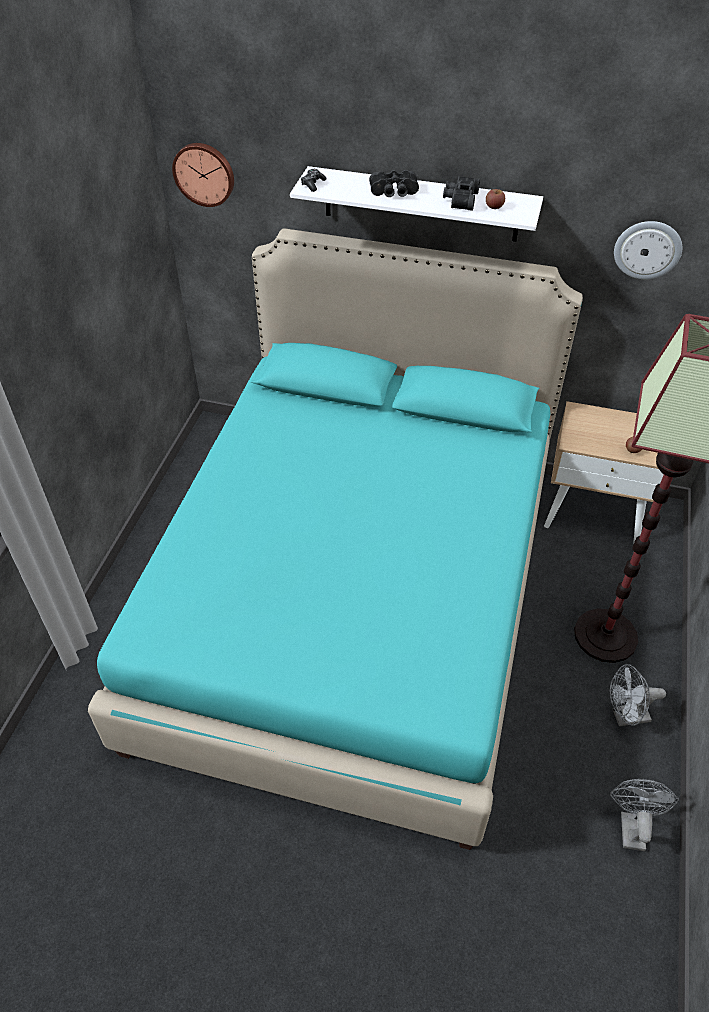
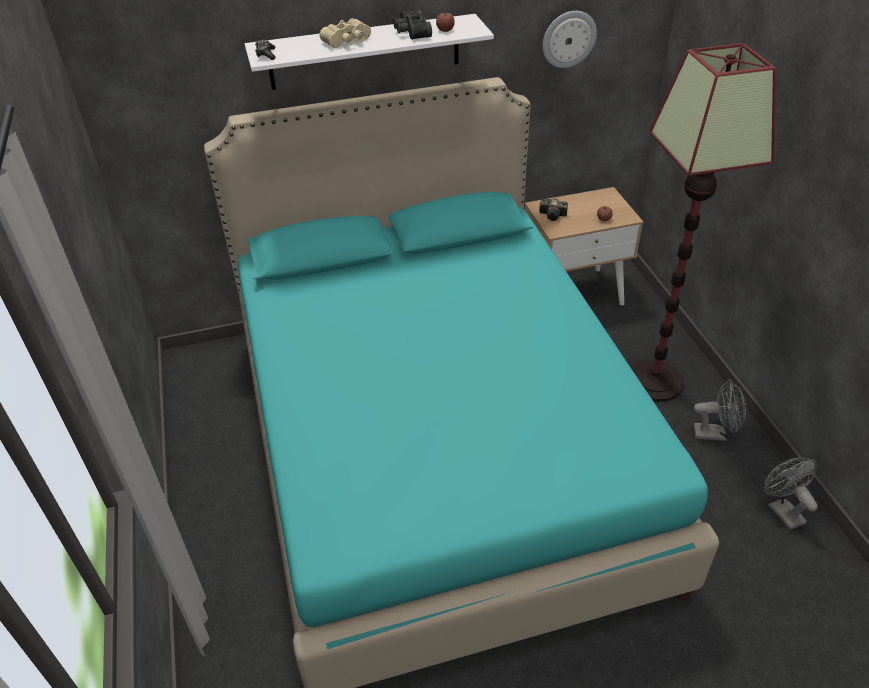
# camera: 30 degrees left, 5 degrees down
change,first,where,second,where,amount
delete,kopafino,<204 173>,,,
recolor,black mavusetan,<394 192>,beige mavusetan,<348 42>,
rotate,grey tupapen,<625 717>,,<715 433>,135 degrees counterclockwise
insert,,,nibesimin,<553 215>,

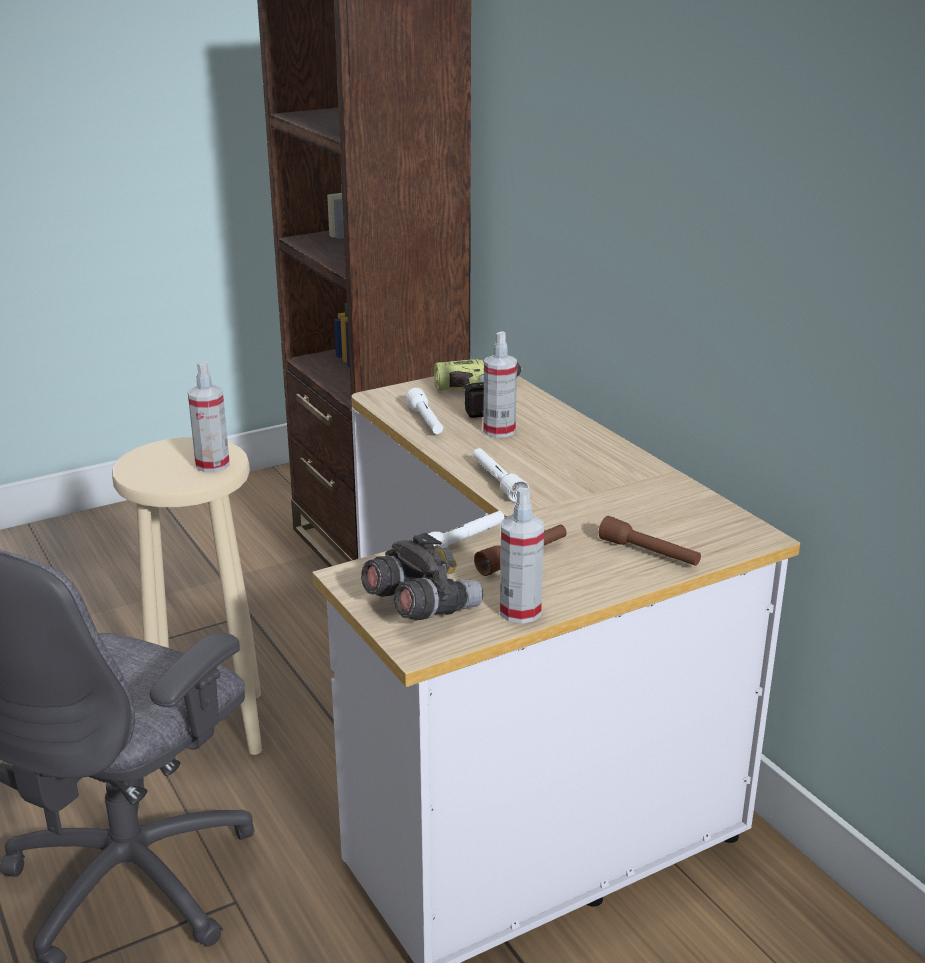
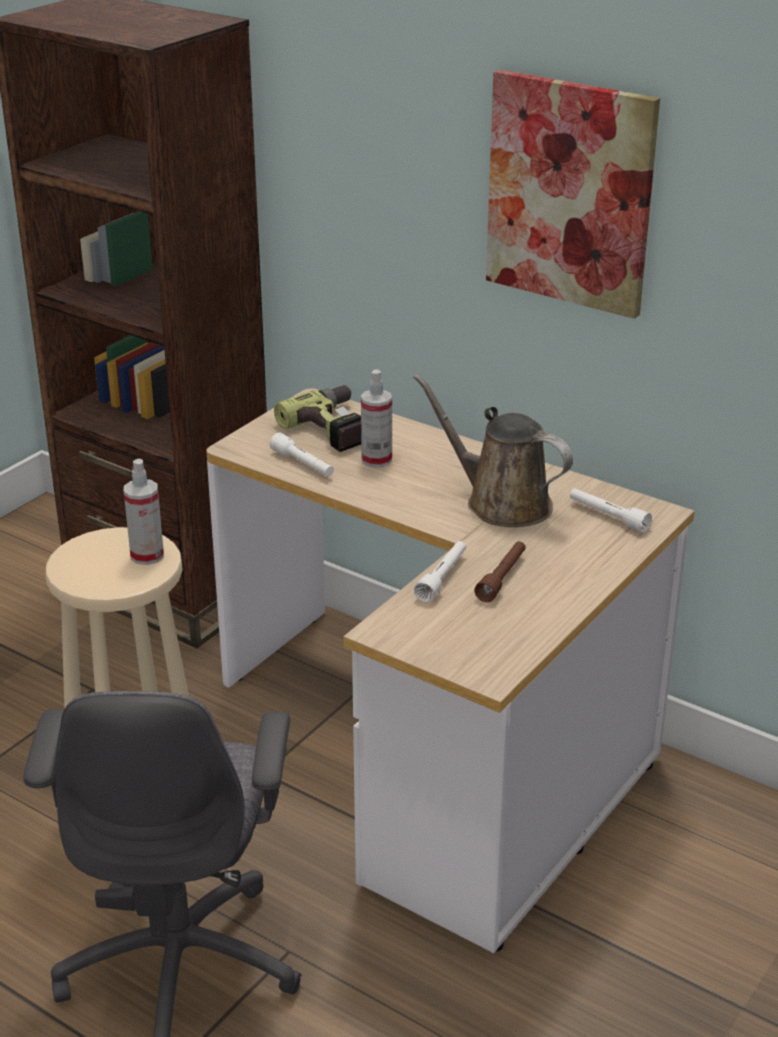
# camera: 25 degrees left, 5 degrees up
change,first,where,second,where,amount
move,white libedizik,<497 482>,,<608 516>,
delete,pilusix,<520 611>,,,
delete,brown libedizik,<649 553>,,,
delete,grey mavusetan,<421 607>,,,
insert,,,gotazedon,<570 193>,
insert,,,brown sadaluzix,<501 502>,

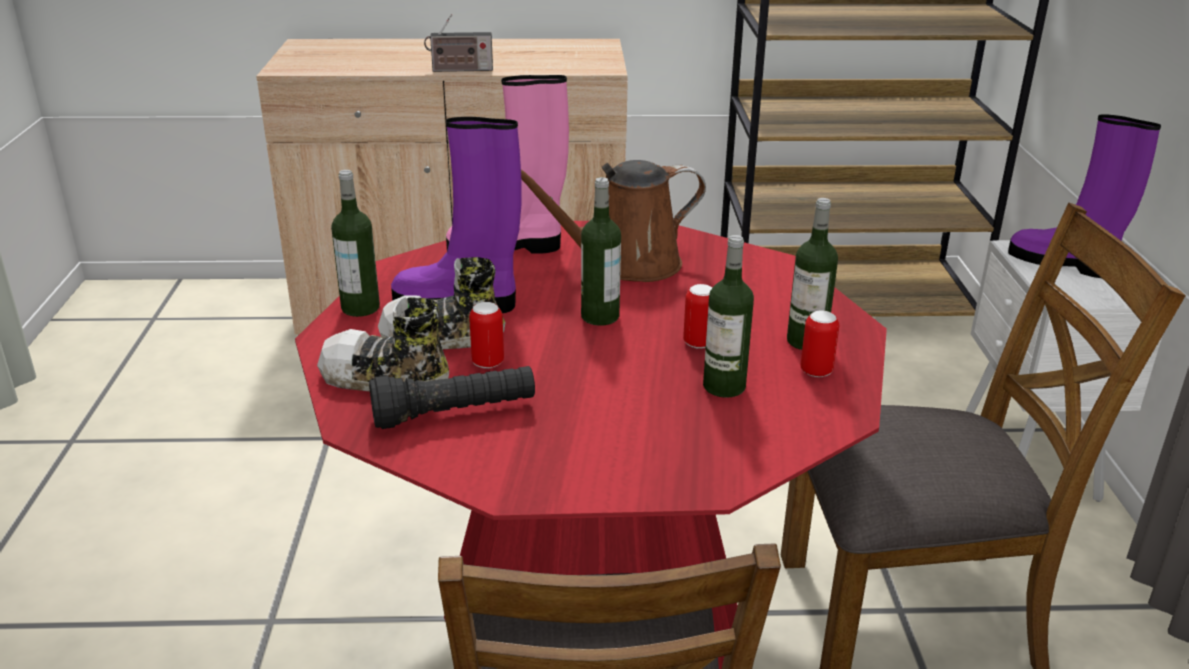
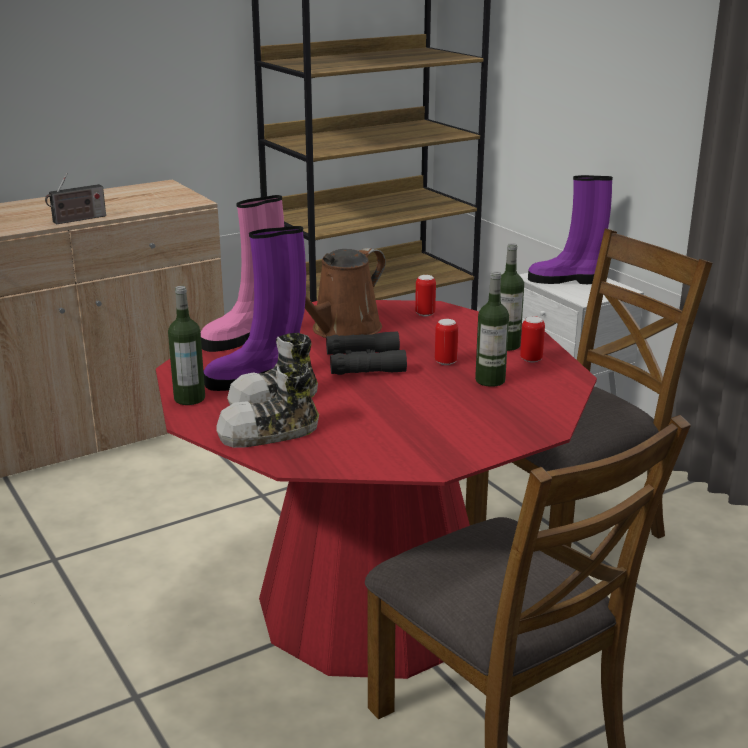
# camera: 30 degrees left, 5 degrees down
change,first,where,second,where,amount
replace,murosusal,<600 316>,black mavusetan,<365 363>,
move,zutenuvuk,<488 362>,,<425 314>,
delete,black libedizik,<454 414>,,,

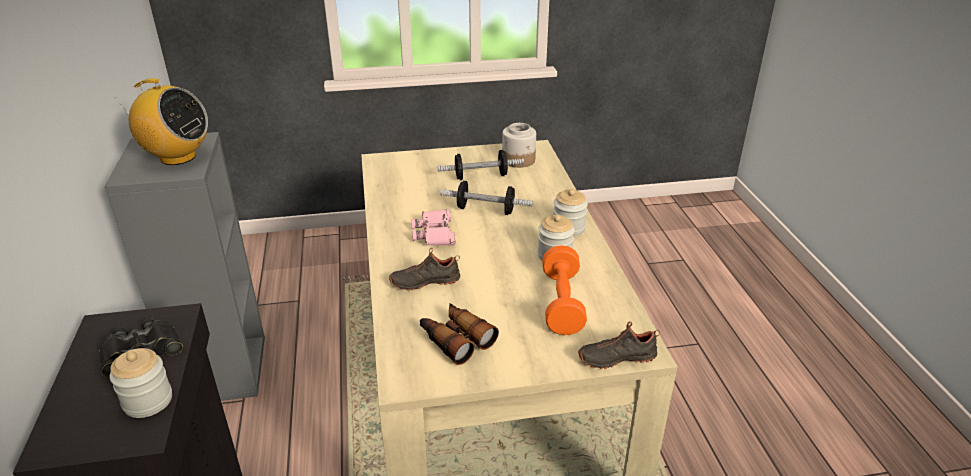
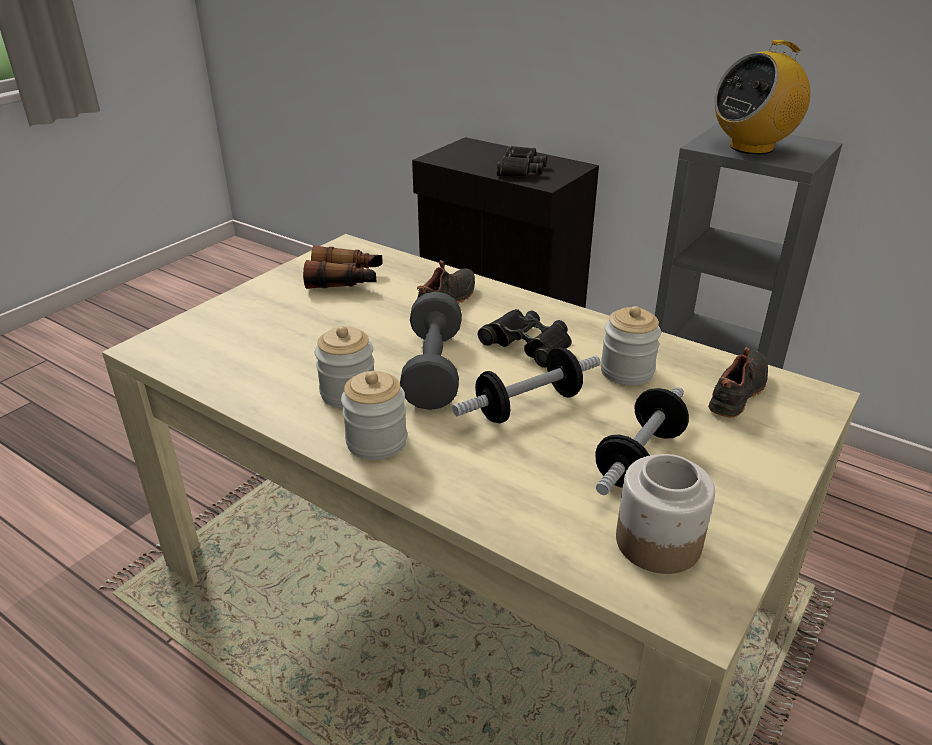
# camera: 135 degrees right, 0 degrees up
change,first,where,second,where,amount
recolor,pink mavusetan,<434 233>,black mavusetan,<527 344>,
delete,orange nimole,<562 303>,,,
move,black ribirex,<616 357>,,<739 393>,
move,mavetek,<148 401>,,<626 371>,
insert,,,grey nimole,<433 370>,

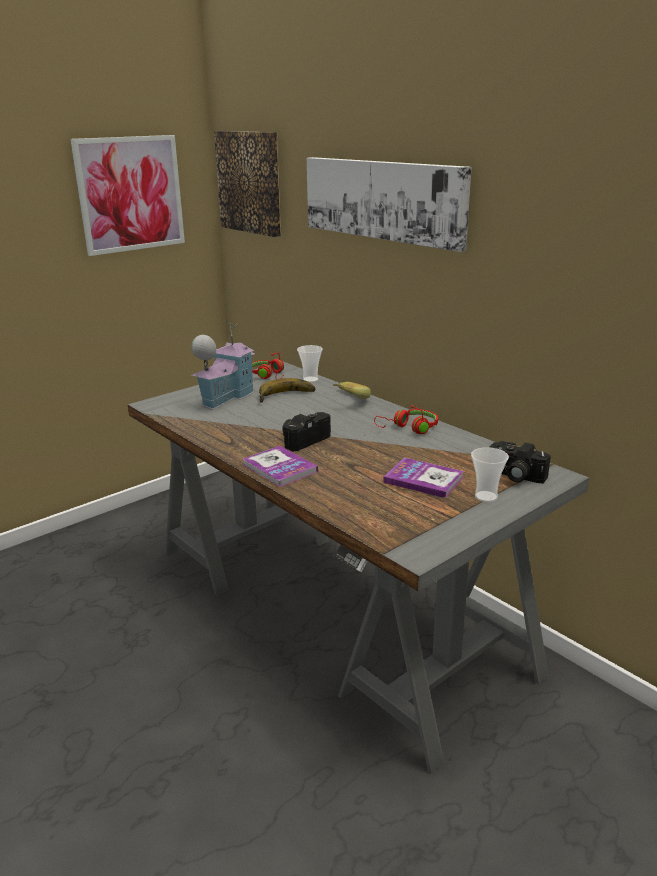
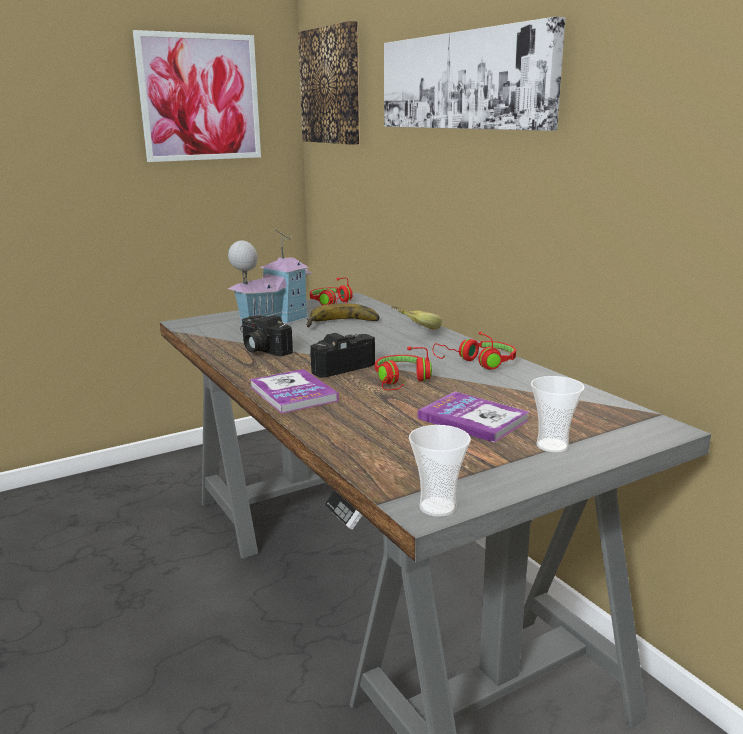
# camera: 10 degrees right, 5 degrees down
change,first,where,second,where,amount
move,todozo,<310 379>,,<437 507>,
move,nibesimin,<514 476>,,<261 350>,
insert,,,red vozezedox,<401 381>,

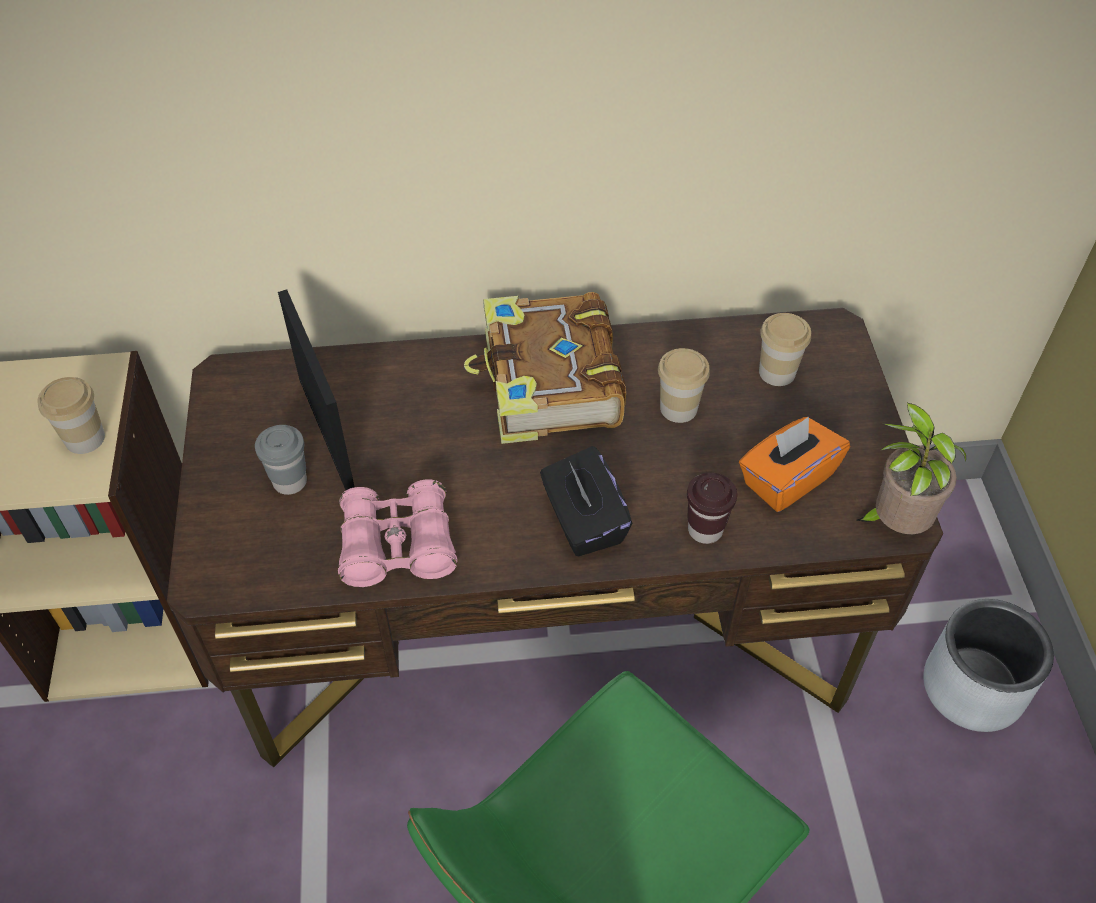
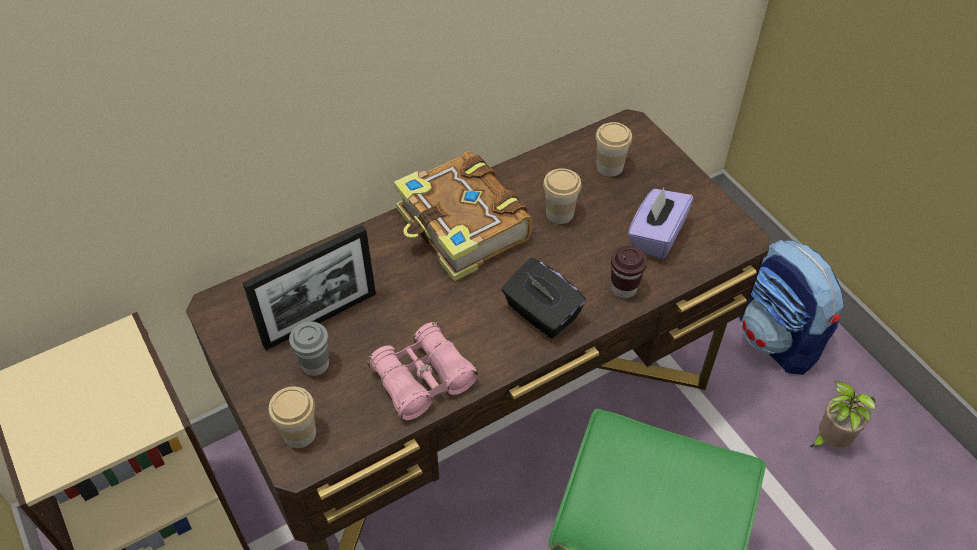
# camera: 25 degrees left, 0 degrees up
change,first,where,second,where,amount
rotate,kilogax,<326 432>,,<320 319>,105 degrees clockwise
move,todozo,<85 438>,,<299 433>,
move,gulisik,<894 524>,,<829 440>,
recolor,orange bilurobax,<787 479>,purple bilurobax,<656 236>,
replace,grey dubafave,<973 688>,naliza,<778 339>,

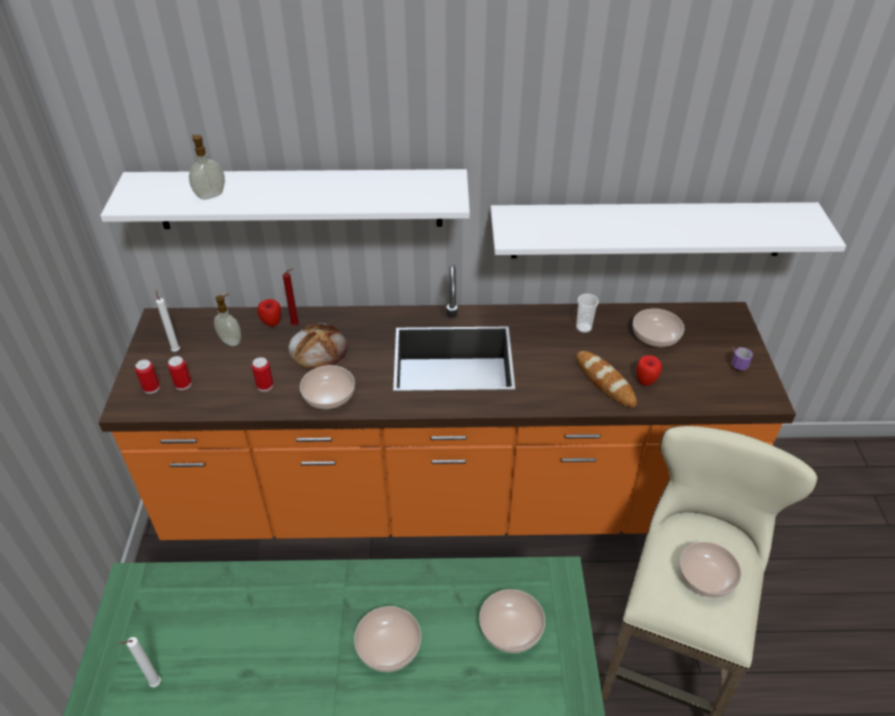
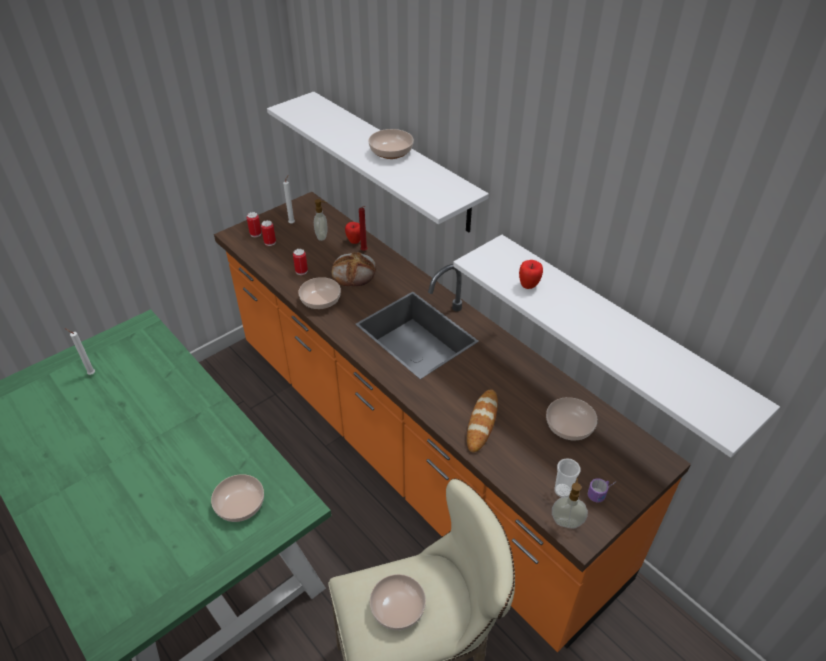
# camera: 50 degrees right, 0 degrees up
change,first,where,second,where,amount
move,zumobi,<210 195>,,<566 521>,
move,todozo,<583 327>,,<562 490>,
move,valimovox,<645 381>,,<528 286>,
move,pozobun,<389 647>,,<390 153>,

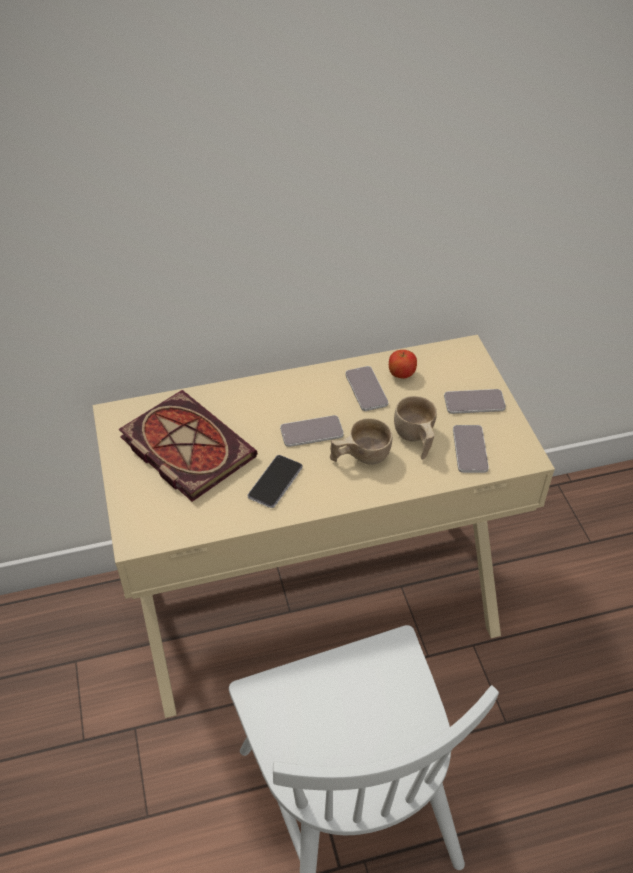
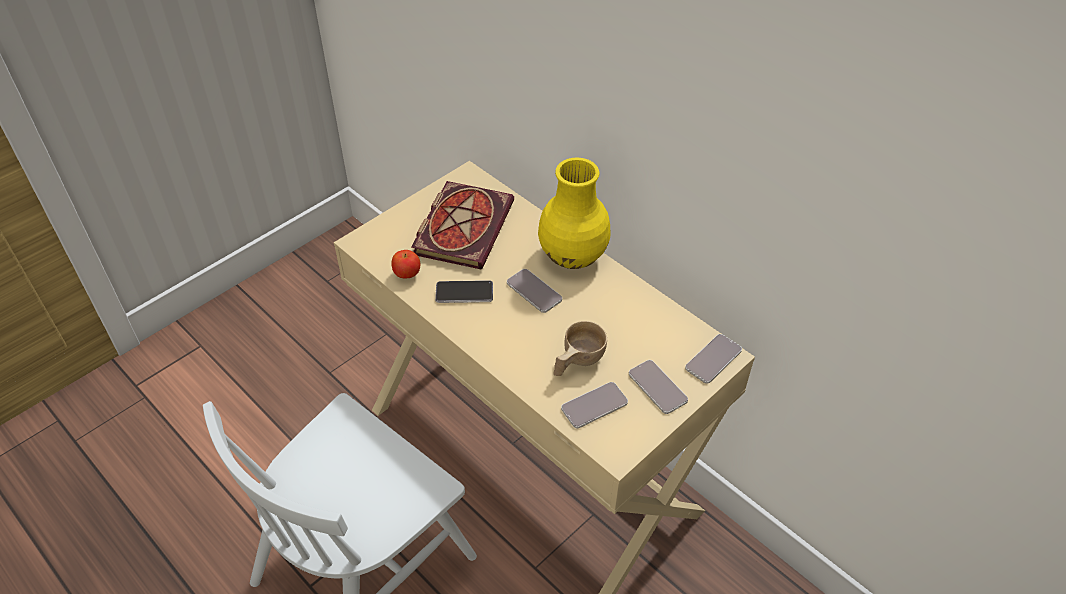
# camera: 60 degrees right, 0 degrees up
change,first,where,second,where,amount
move,valimovox,<401 374>,,<407 274>,
move,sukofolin,<366 389>,,<713 359>,
delete,beige todozo,<360 457>,,,
insert,,,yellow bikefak,<571 256>,

